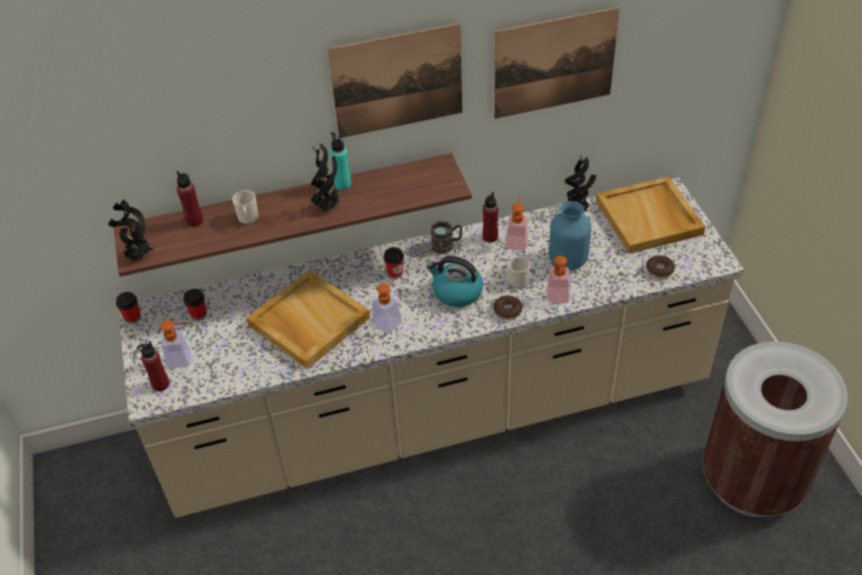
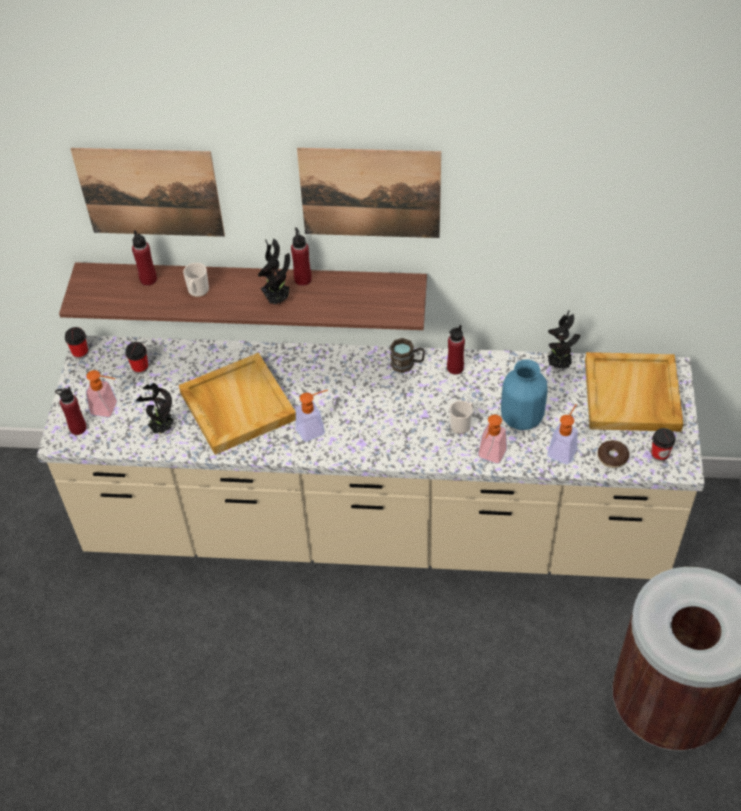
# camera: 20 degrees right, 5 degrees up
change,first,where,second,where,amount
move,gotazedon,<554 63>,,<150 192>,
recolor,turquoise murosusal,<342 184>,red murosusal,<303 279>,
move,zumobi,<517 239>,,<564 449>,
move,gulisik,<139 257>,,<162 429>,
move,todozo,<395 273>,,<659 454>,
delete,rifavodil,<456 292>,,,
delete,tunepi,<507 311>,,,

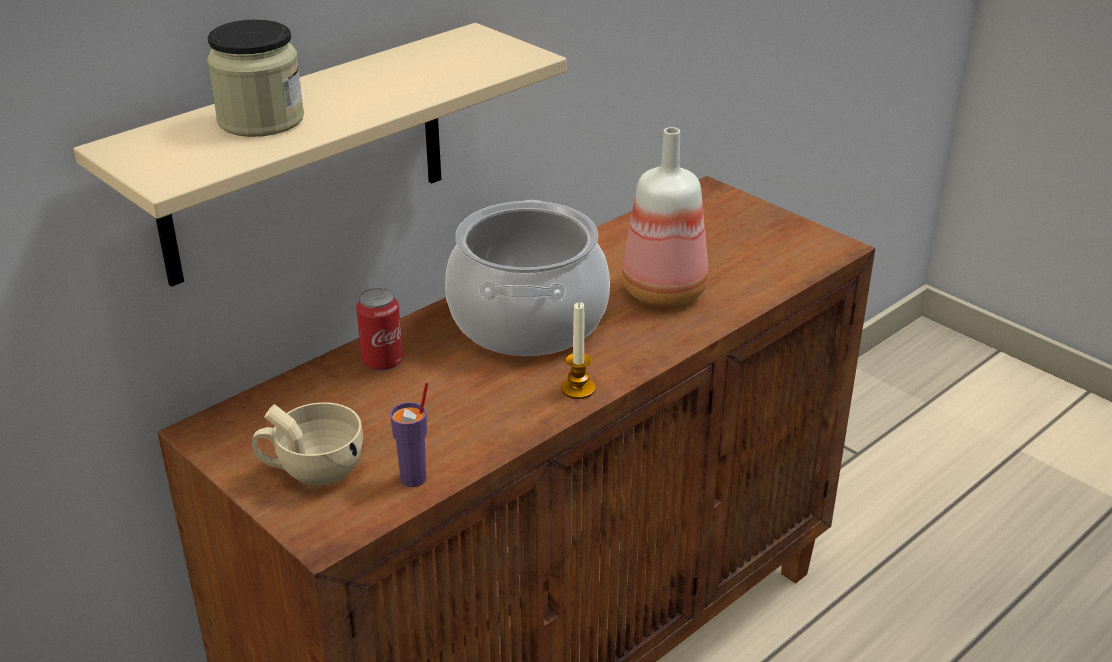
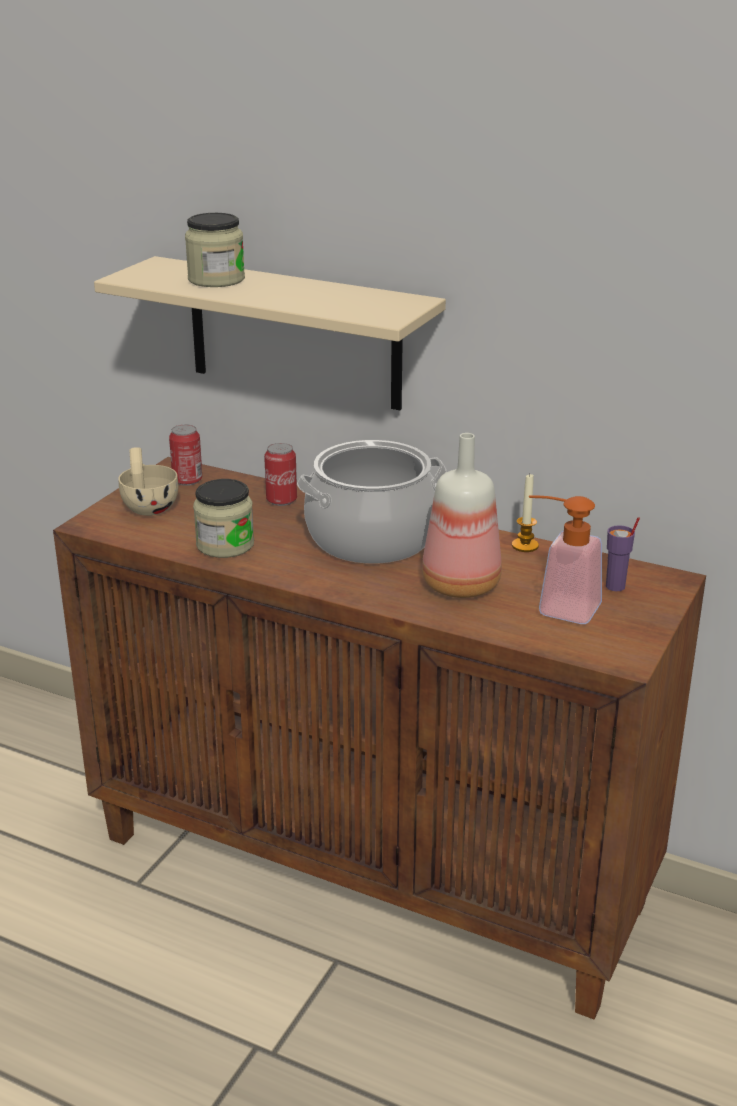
# camera: 70 degrees right, 5 degrees down
change,first,where,second,where,amount
move,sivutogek,<578 389>,,<525 546>,
move,purple todozo,<414 478>,,<615 586>,
insert,,,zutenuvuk,<187 480>,
insert,,,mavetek,<225 545>,
insert,,,zumobi,<558 607>,

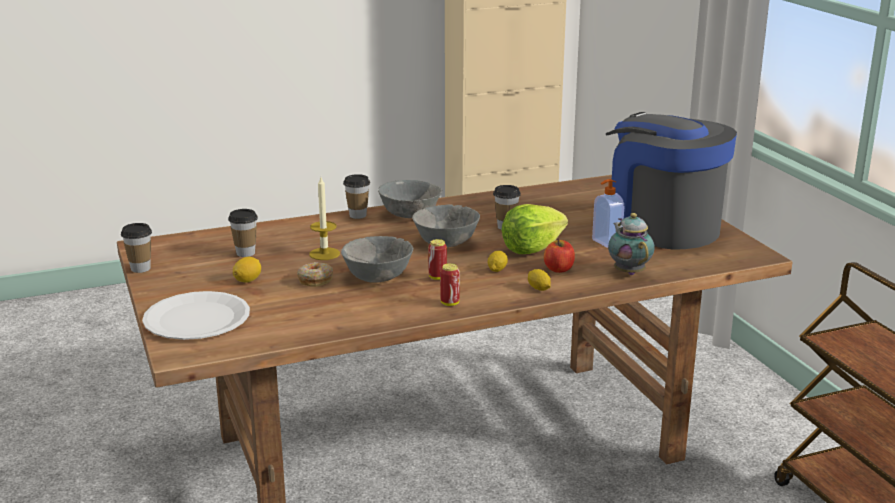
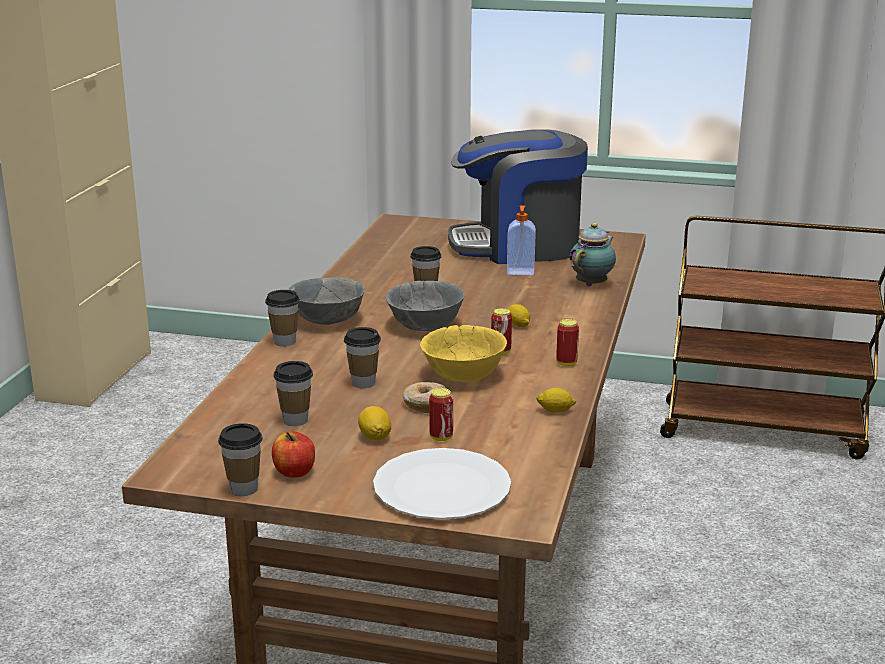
# camera: 55 degrees left, 0 degrees up
change,first,where,second,where,amount
replace,sivutogek,<324 254>,todozo,<363 383>,
delete,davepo,<532 248>,,,
rotate,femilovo,<628 271>,,<592 284>,105 degrees clockwise
recolor,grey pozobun,<377 278>,yellow pozobun,<463 376>,
move,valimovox,<558 269>,,<294 472>,
move,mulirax,<538 288>,,<555 411>,
insert,,,zutenuvuk,<441 437>,

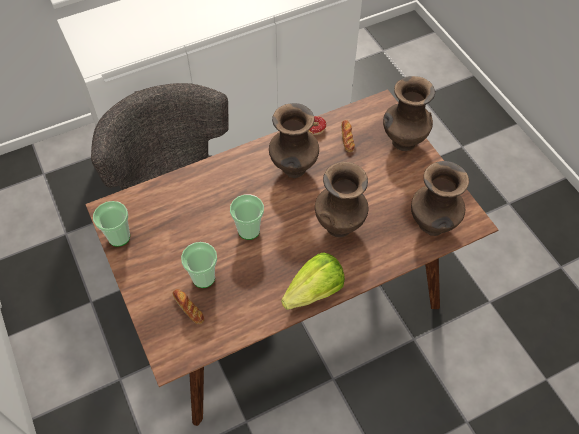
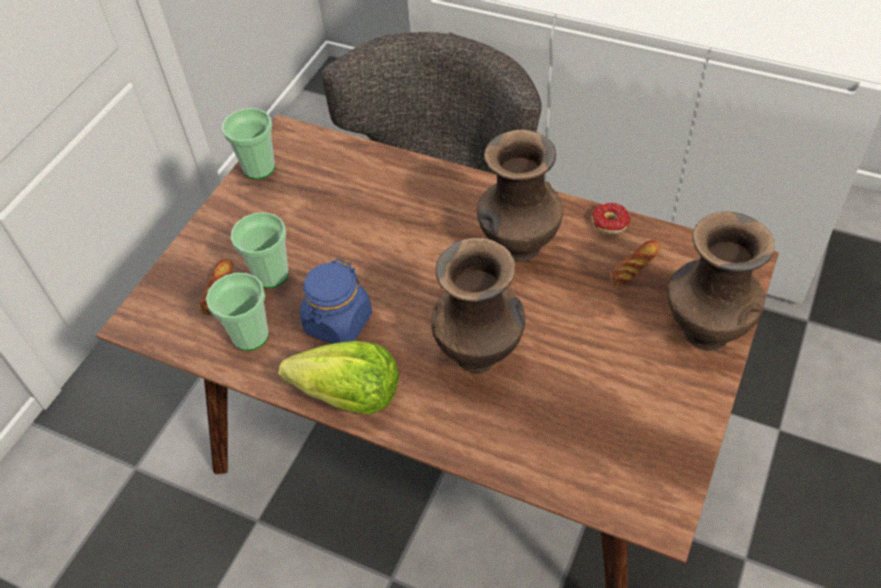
# camera: 55 degrees right, 5 degrees down
change,first,where,second,where,amount
delete,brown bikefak,<432 226>,,,
move,todozo,<249 230>,,<250 335>,
insert,,,blue mavetek,<338 323>,

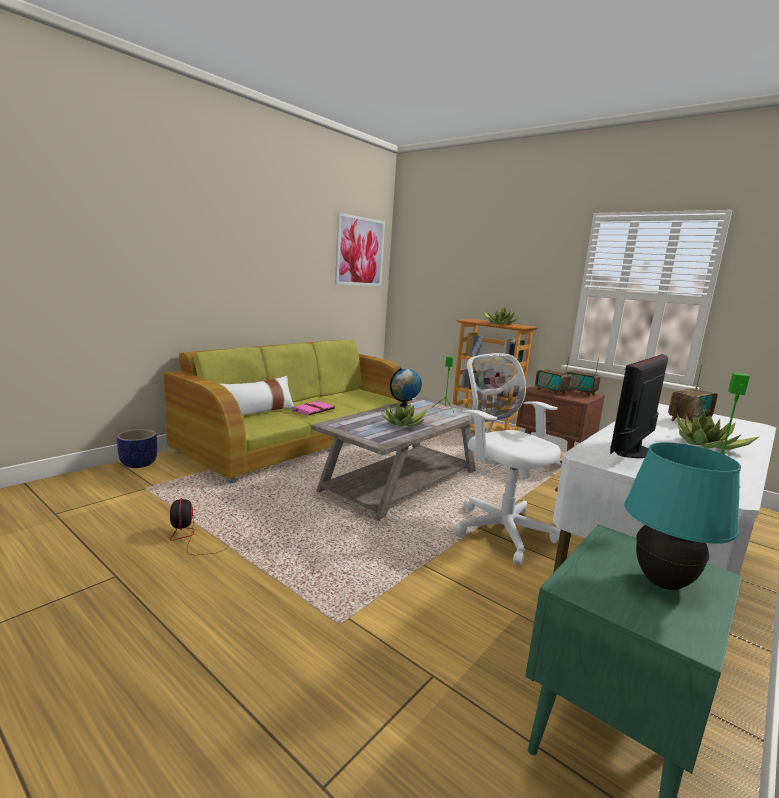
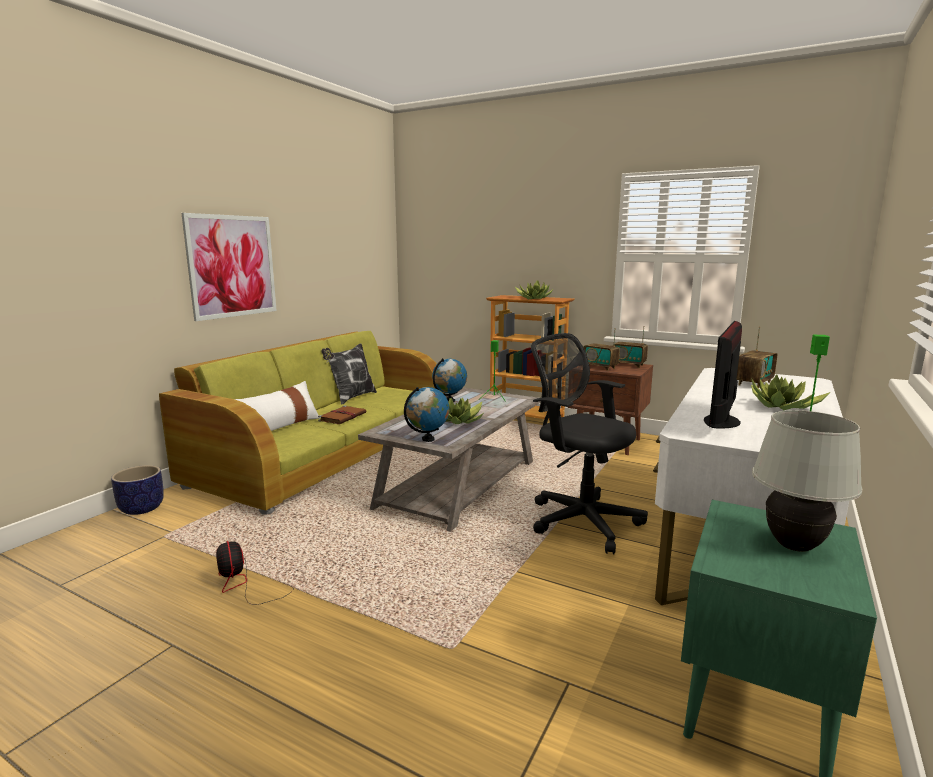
# camera: 10 degrees left, 0 degrees up
change,first,where,second,where,amount
move,gotazedon,<360 251>,,<232 266>,
recolor,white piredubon,<500 529>,black piredubon,<580 520>,
recolor,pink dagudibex,<313 410>,brown dagudibex,<343 417>,
recolor,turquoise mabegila,<662 583>,white mabegila,<793 546>,
insert,,,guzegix,<351 398>,
insert,,,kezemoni,<428 439>,

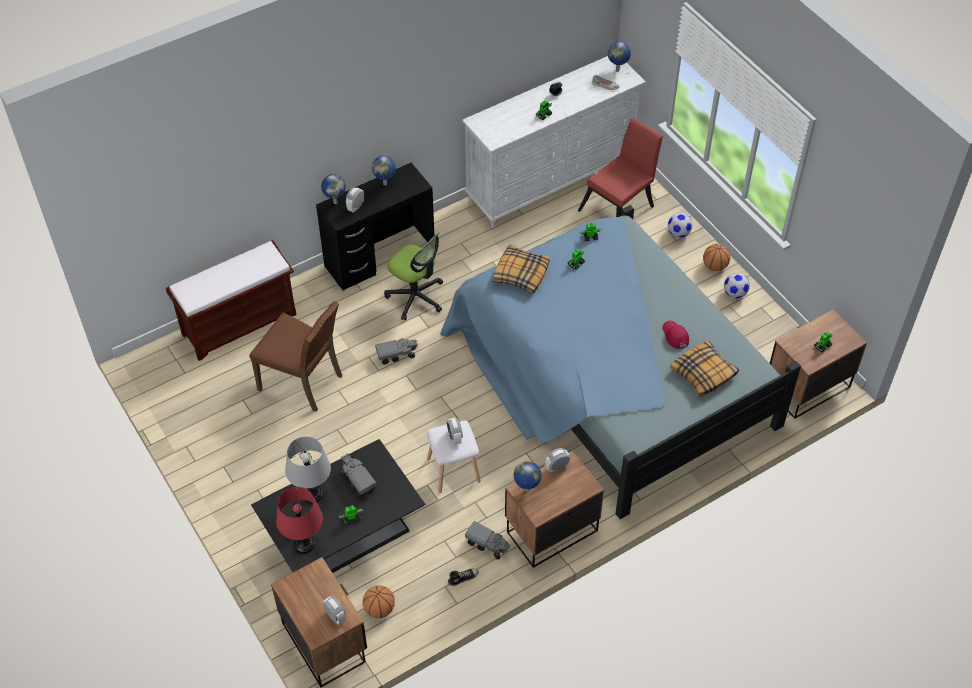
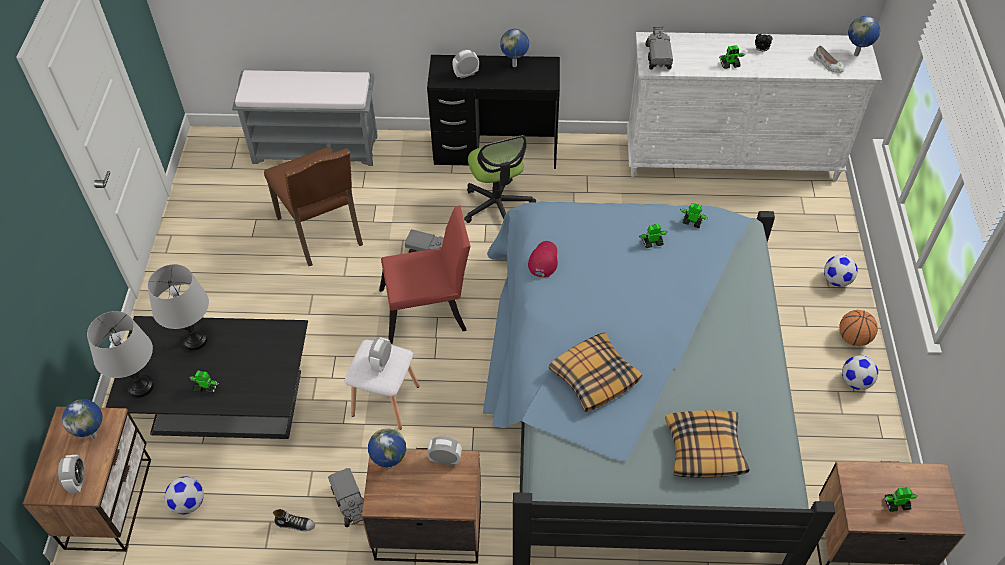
# camera: 35 degrees right, 0 degrees up
change,first,where,second,where,amount
move,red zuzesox,<620 206>,,<429 310>,
move,kezemoni,<335 202>,,<94 435>,
recolor,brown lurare,<240 323>,grey lurare,<317 148>,
move,guzegix,<520 274>,,<594 376>,
move,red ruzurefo,<675 335>,,<543 260>,
move,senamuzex,<357 480>,,<658 57>,
recolor,red mabegila,<304 544>,grey mabegila,<141 386>,
replace,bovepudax,<379 609>,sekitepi,<188 503>,

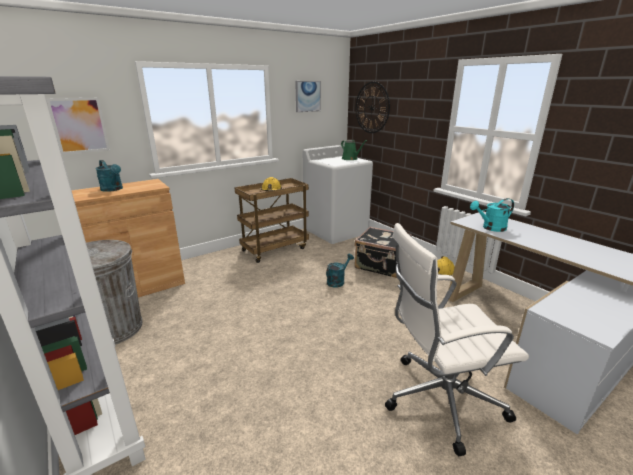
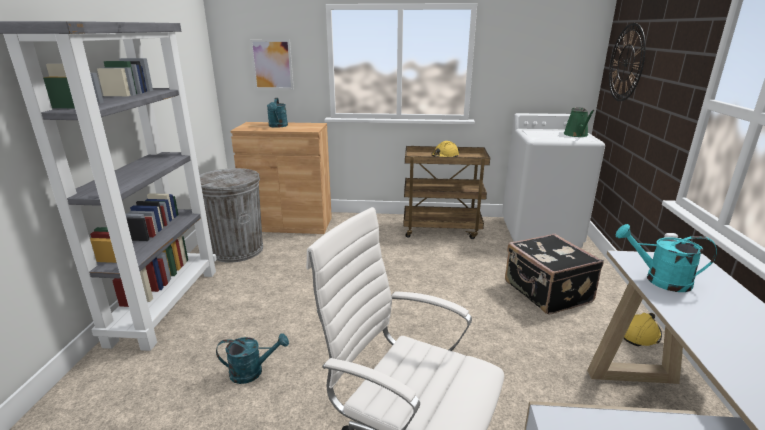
# camera: 40 degrees right, 0 degrees up
change,first,where,second,where,amount
delete,gotazedon,<307 96>,,,
move,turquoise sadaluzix,<337 281>,,<252 371>,

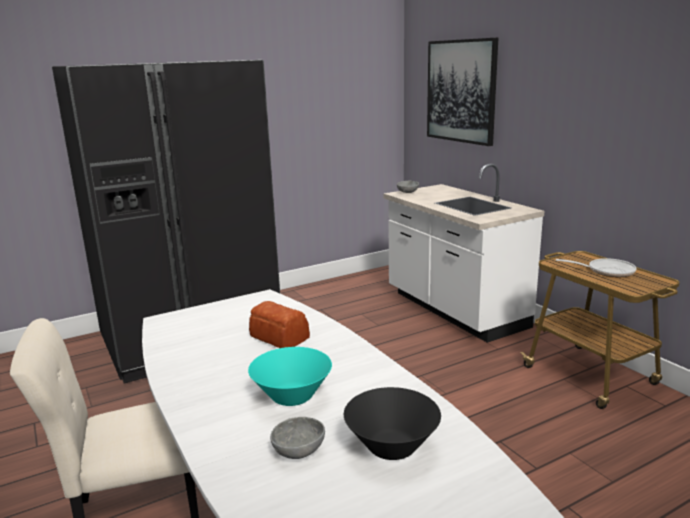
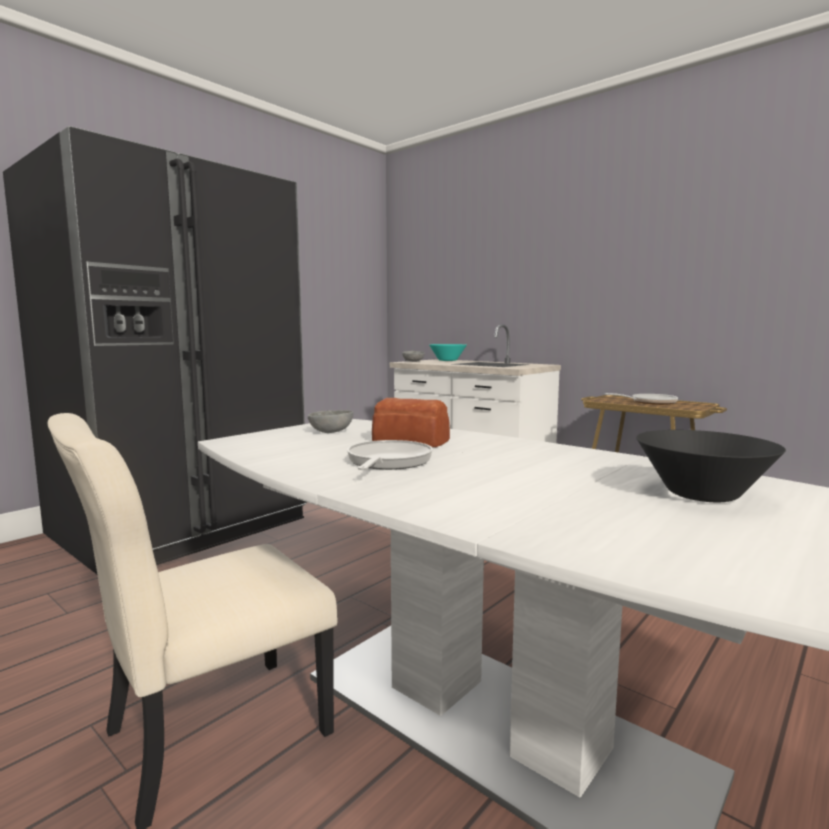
# camera: 20 degrees left, 10 degrees down
change,first,where,second,where,amount
delete,gotazedon,<461 91>,,,
move,turquoise pozobun,<292 396>,,<447 360>,
move,grey pozobun,<297 451>,,<330 432>,
insert,,,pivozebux,<387 462>,

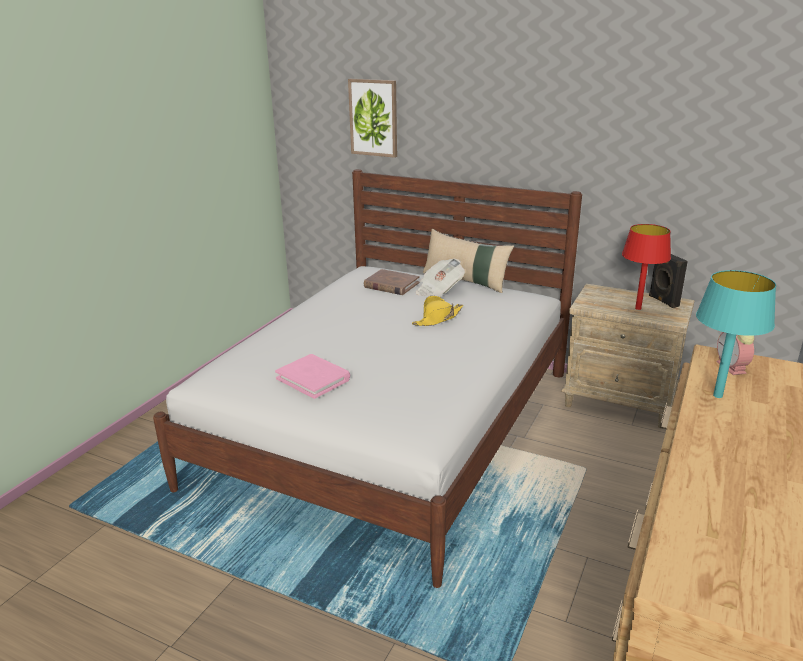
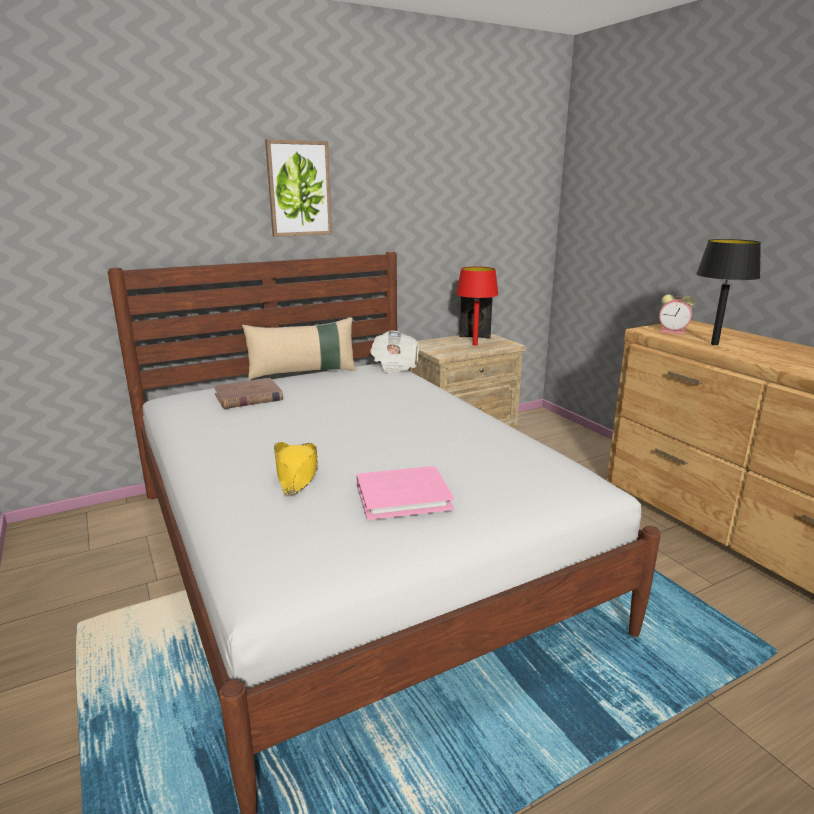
# camera: 55 degrees left, 5 degrees down
change,first,where,second,where,amount
move,gotazedon,<373 117>,,<299 189>,
move,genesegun,<439 290>,,<395 365>,
recolor,turquoise mabegila,<717 396>,black mabegila,<714 344>,
move,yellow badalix,<437 319>,,<297 474>,

